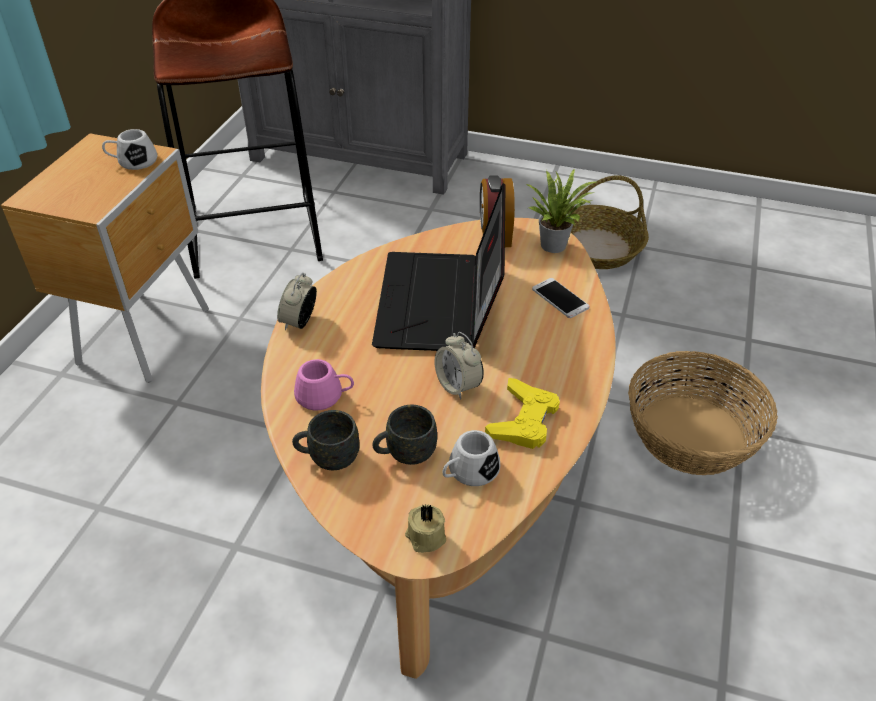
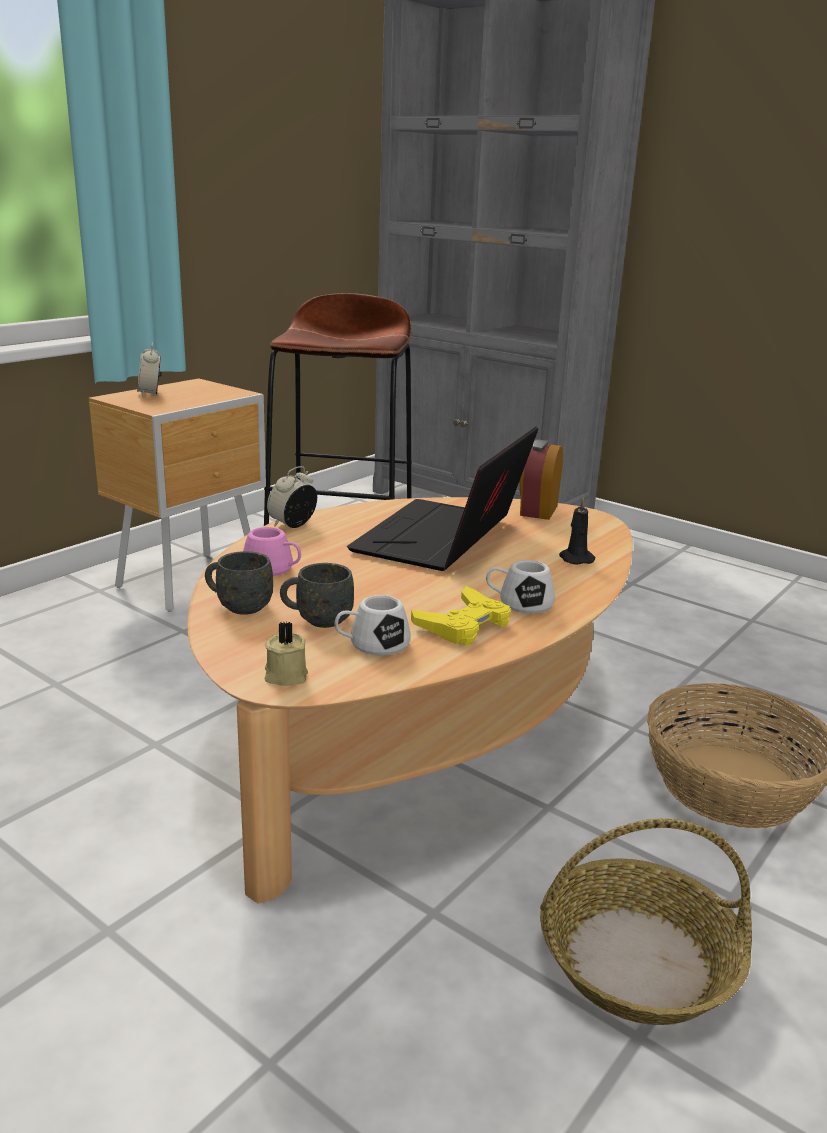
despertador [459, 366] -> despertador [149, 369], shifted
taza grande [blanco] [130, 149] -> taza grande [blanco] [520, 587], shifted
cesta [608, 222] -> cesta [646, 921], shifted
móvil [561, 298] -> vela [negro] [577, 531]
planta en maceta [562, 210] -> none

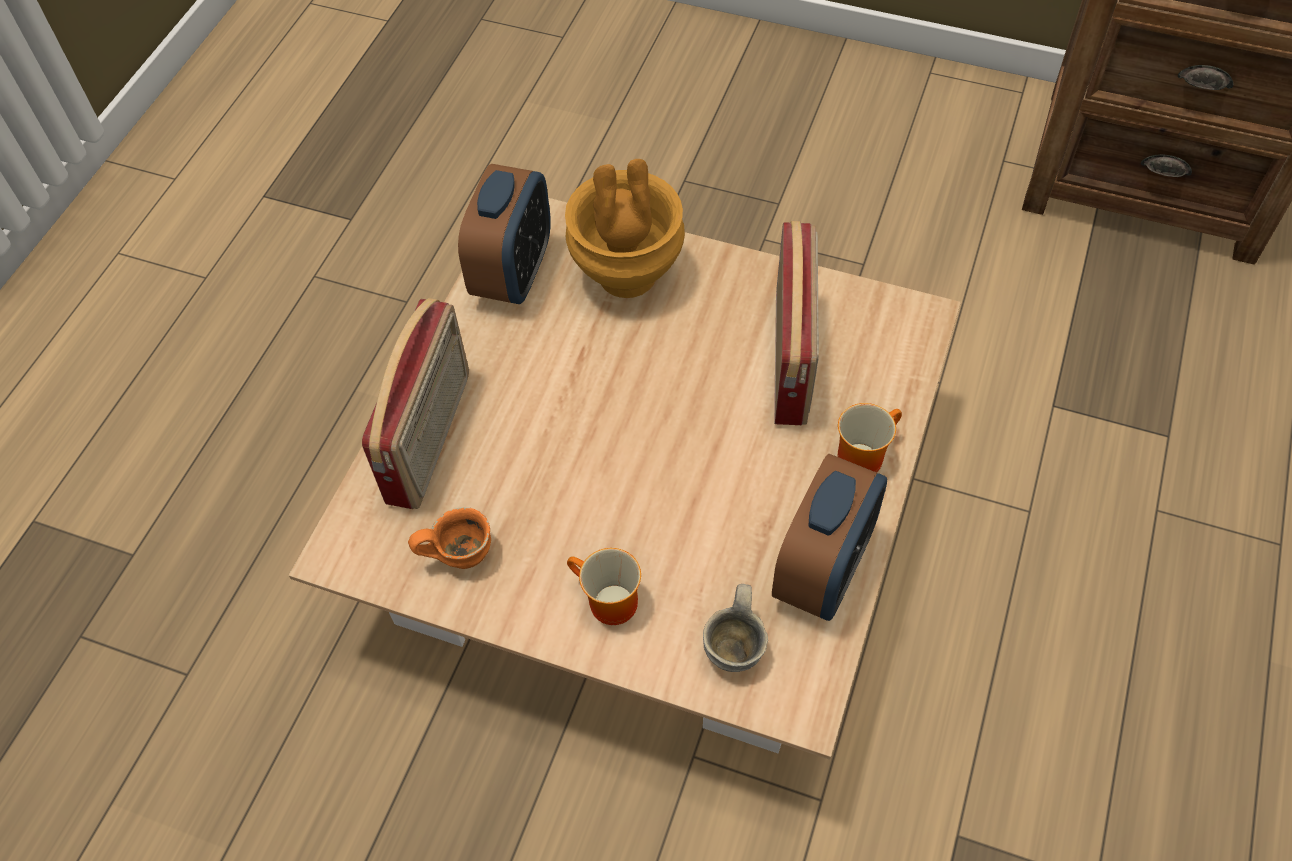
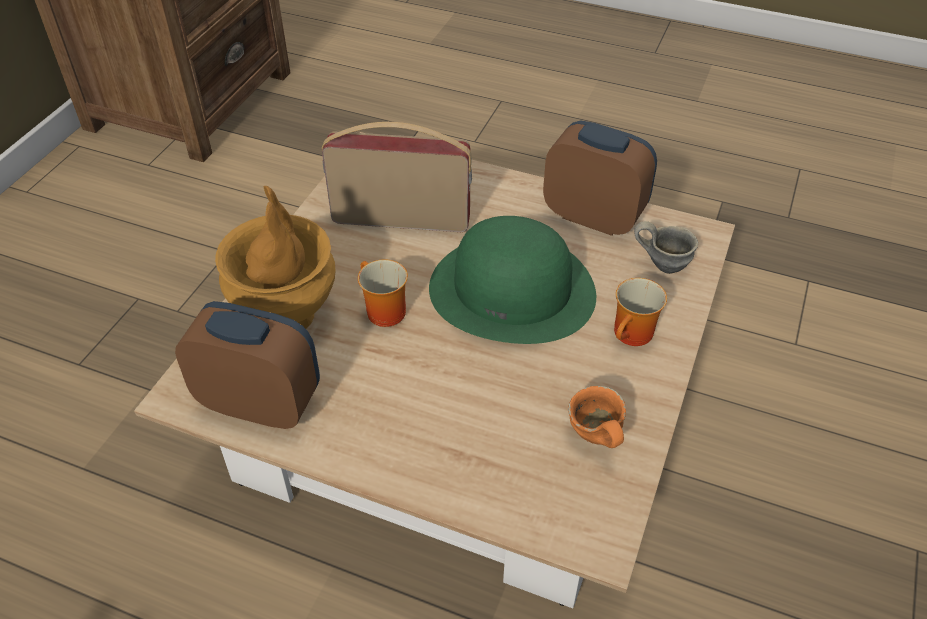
taza grande [869, 437] -> taza grande [383, 293], shifted
none -> sombrero [verde] [512, 280]
radio [415, 403] -> none

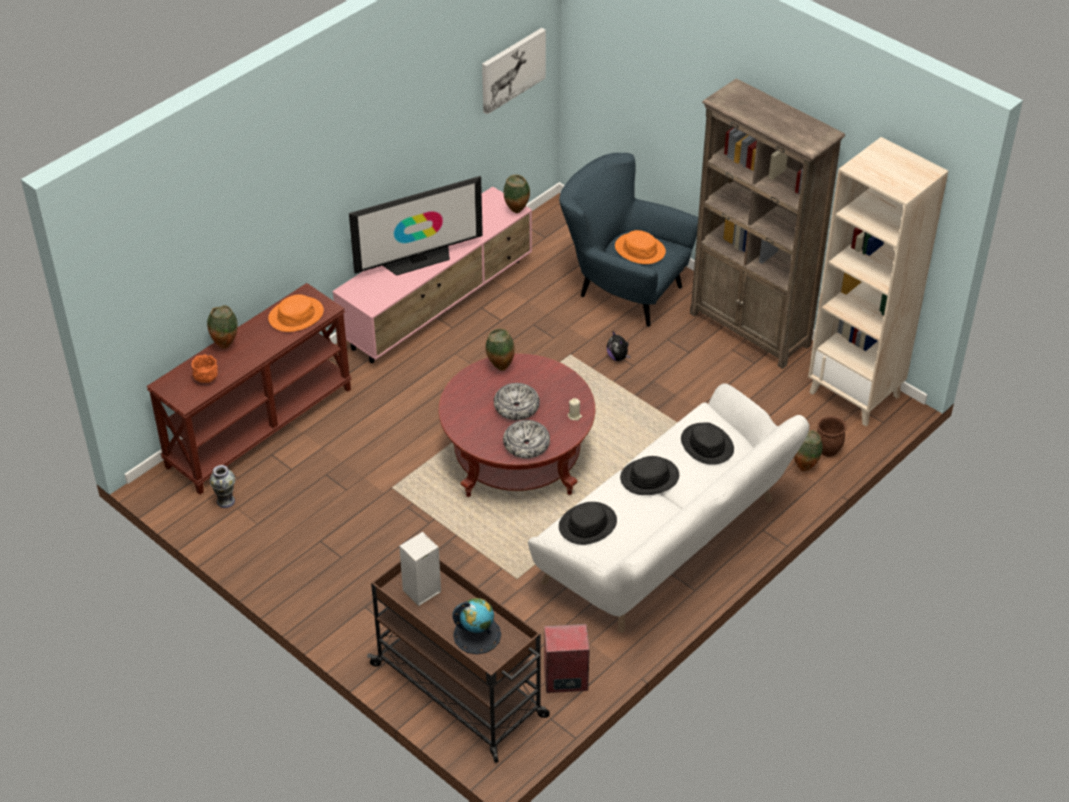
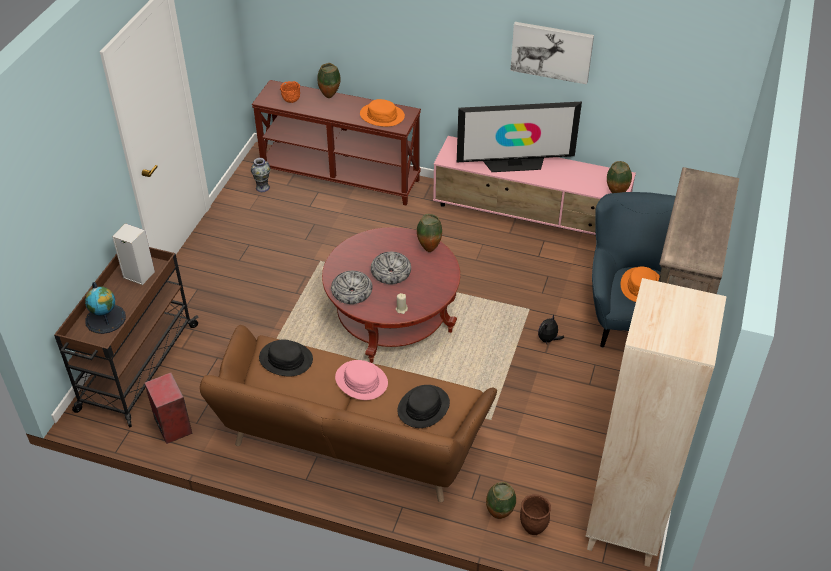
sofá [blanco] [669, 508] -> sofá [marrón] [348, 413]
sombrero [negro] [649, 475] -> sombrero [rosa] [361, 380]
televisor [416, 226] -> televisor [519, 137], 45 degrees counterclockwise
cuadro [514, 71] -> cuadro [552, 53], shifted

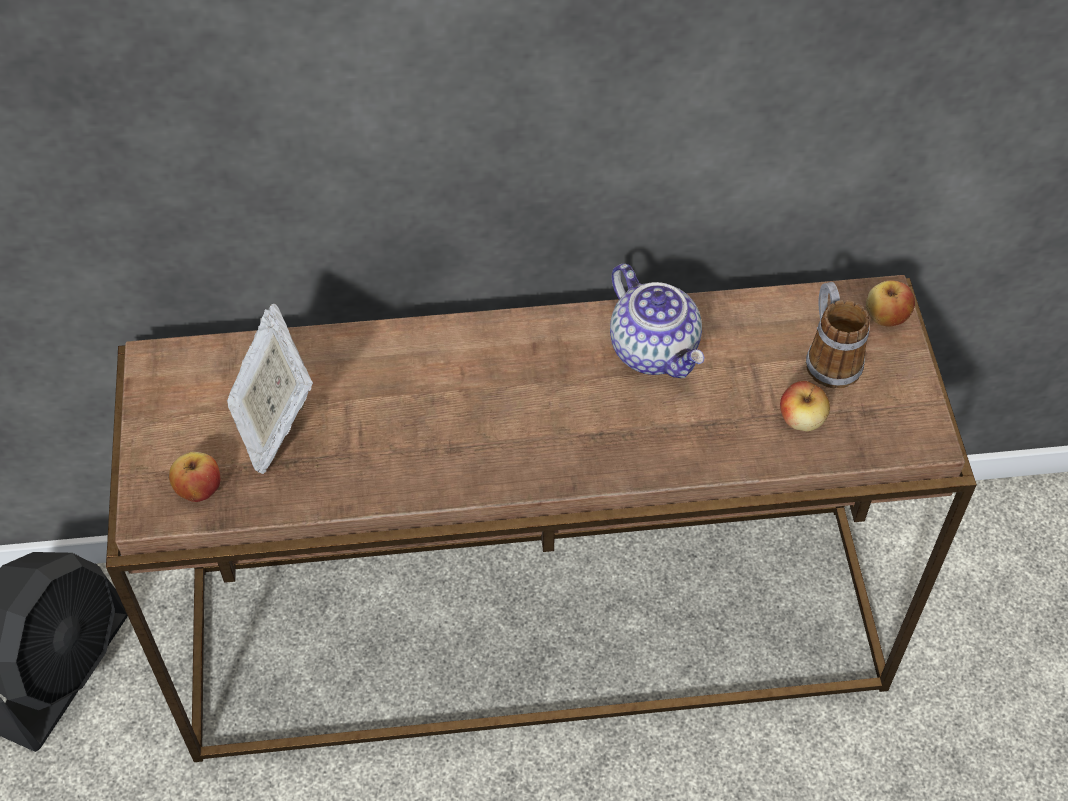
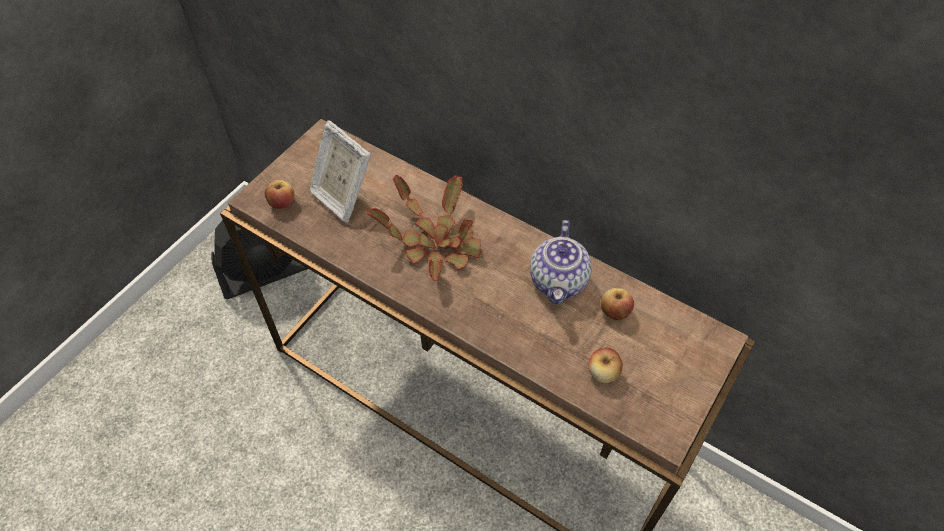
portarretratos [270, 389] -> portarretratos [340, 171], 60 degrees counterclockwise
none -> planta en maceta [423, 228]
manzana [890, 303] -> manzana [617, 304], shifted
taza grande [838, 335] -> none

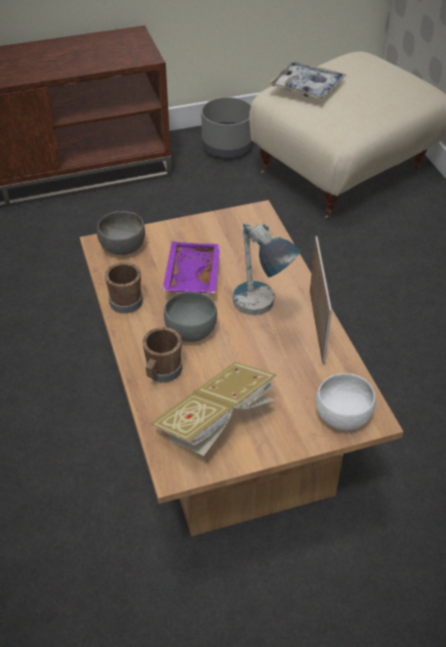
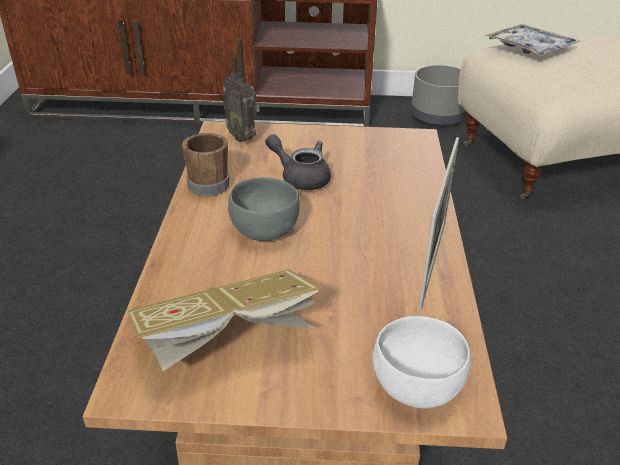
cuenco [gris] [121, 233] -> radio [240, 90]
bandeja [morado] [191, 267] -> tetera [gris] [298, 162]
taza grande [marrón] [162, 354] -> none
lámpara de mesa [267, 269] -> none

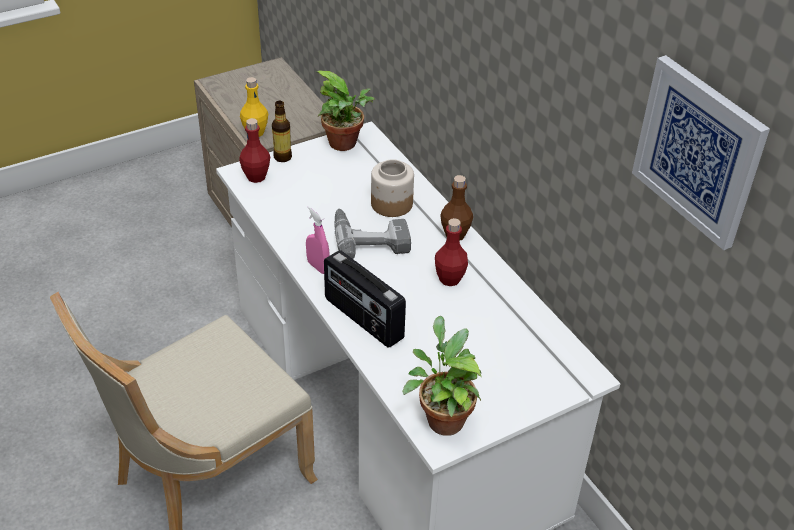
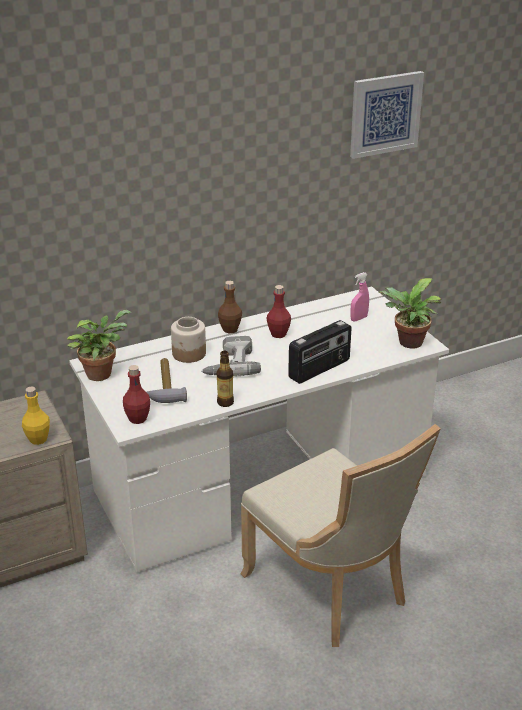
none -> martillo [166, 380]
botella [282, 131] -> botella [225, 379], shifted
pulverizador [rosa] [318, 240] -> pulverizador [rosa] [359, 297], shifted

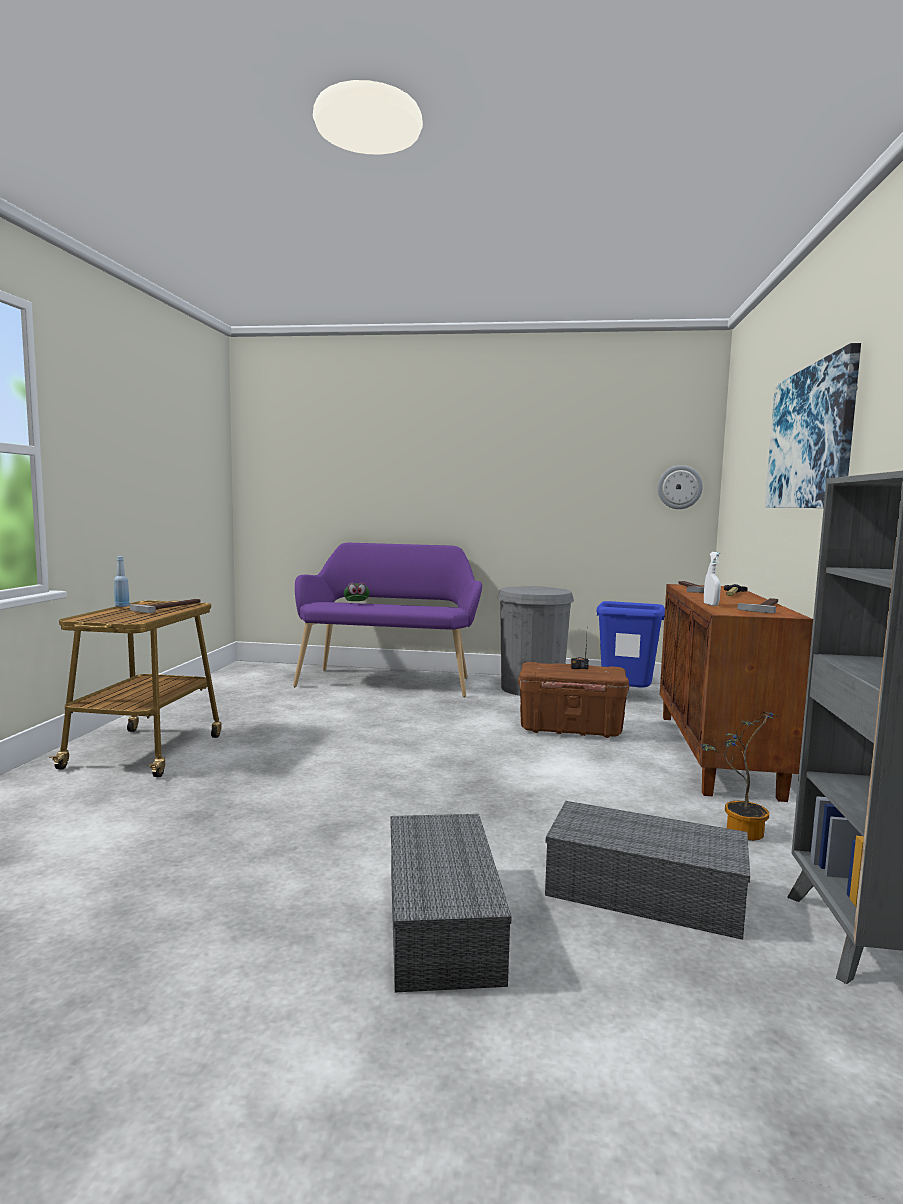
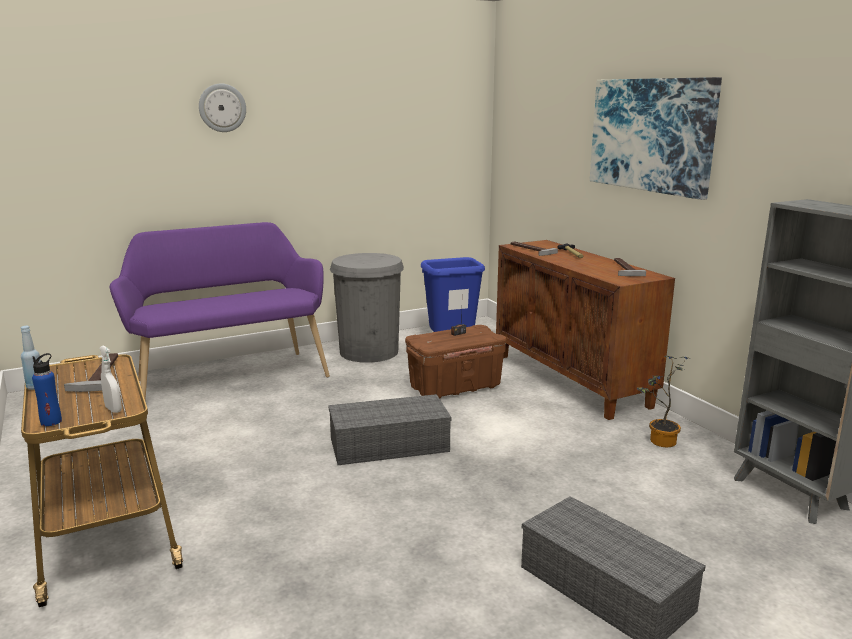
none -> botella [azul] [47, 389]
pulverizador [blanco] [712, 579] -> pulverizador [blanco] [110, 379], shifted
reloj de pared [680, 487] -> reloj de pared [222, 108], shifted
caja de almacenaje [gris] [647, 870] -> caja de almacenaje [gris] [389, 429], shifted
gorra [verde] [356, 592] -> none

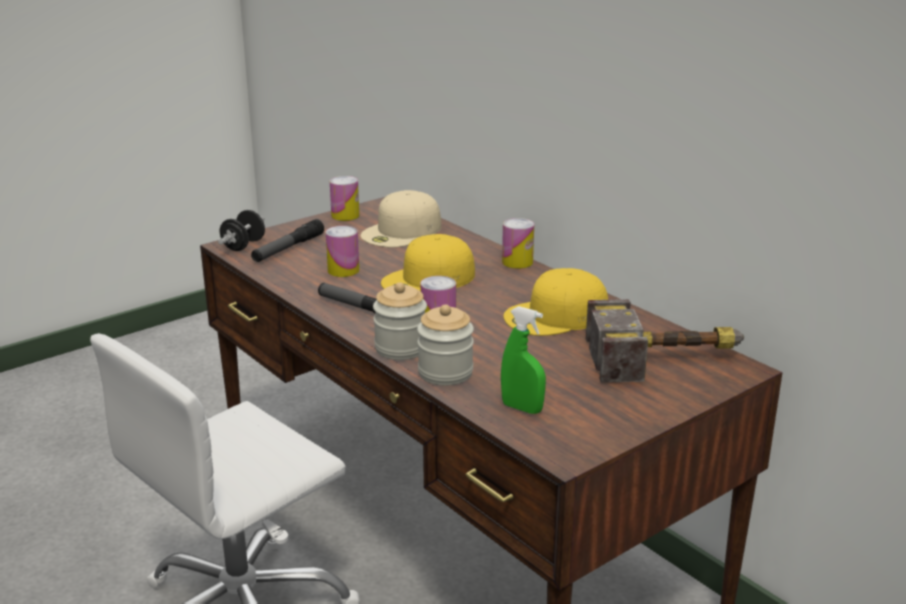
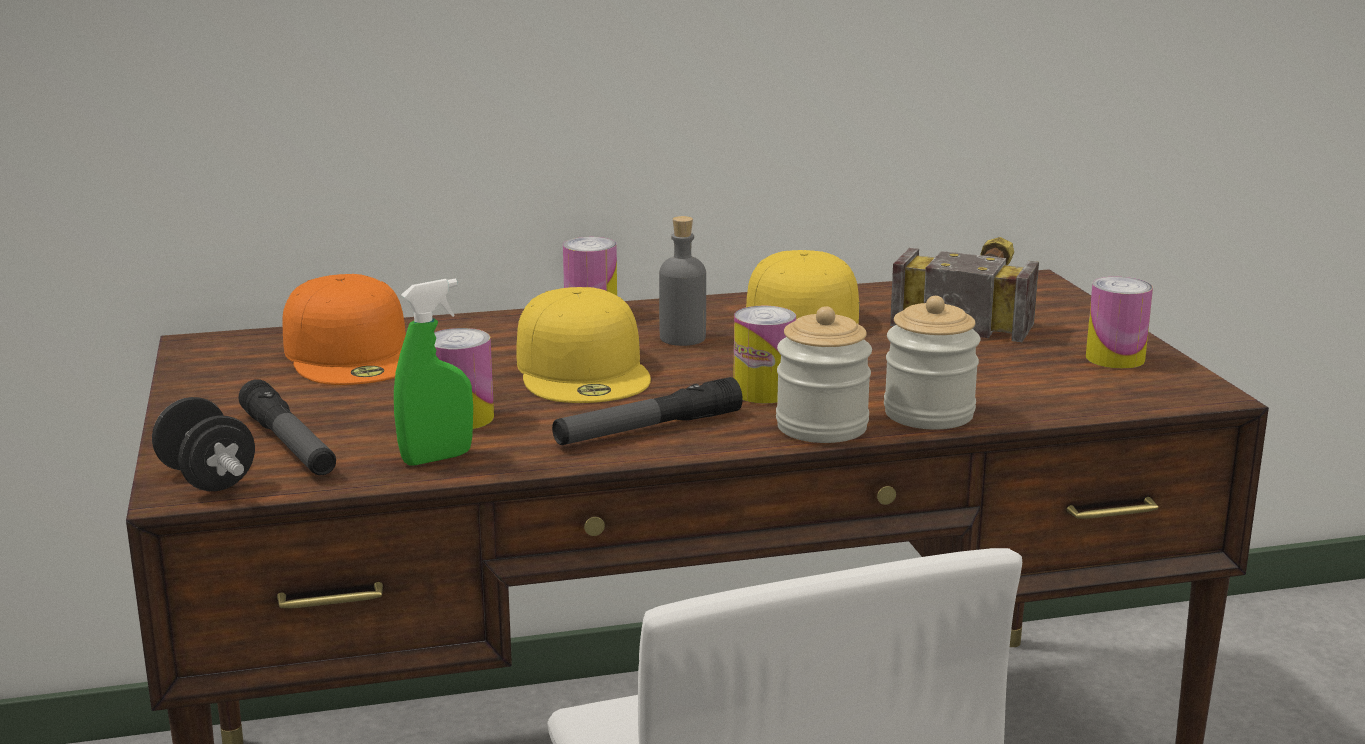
gorra [beis] [400, 219] -> gorra [naranja] [344, 329]
pulverizador [verde] [523, 360] -> pulverizador [verde] [433, 372], shifted
none -> botella [gris] [682, 281]
lata [344, 198] -> lata [1119, 323], shifted

